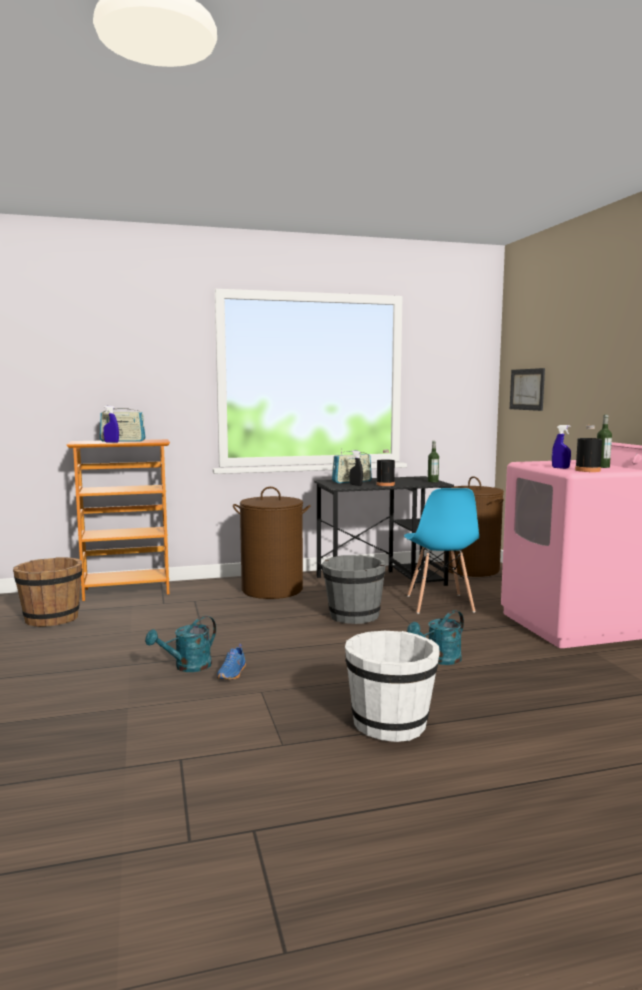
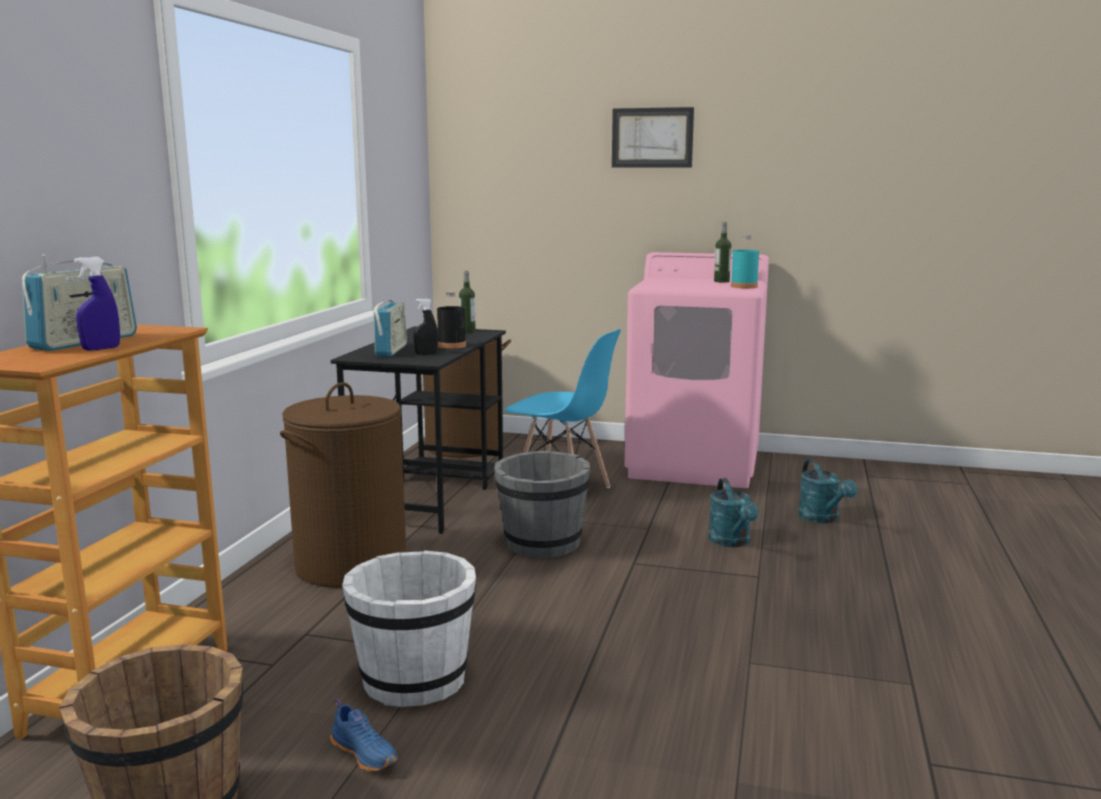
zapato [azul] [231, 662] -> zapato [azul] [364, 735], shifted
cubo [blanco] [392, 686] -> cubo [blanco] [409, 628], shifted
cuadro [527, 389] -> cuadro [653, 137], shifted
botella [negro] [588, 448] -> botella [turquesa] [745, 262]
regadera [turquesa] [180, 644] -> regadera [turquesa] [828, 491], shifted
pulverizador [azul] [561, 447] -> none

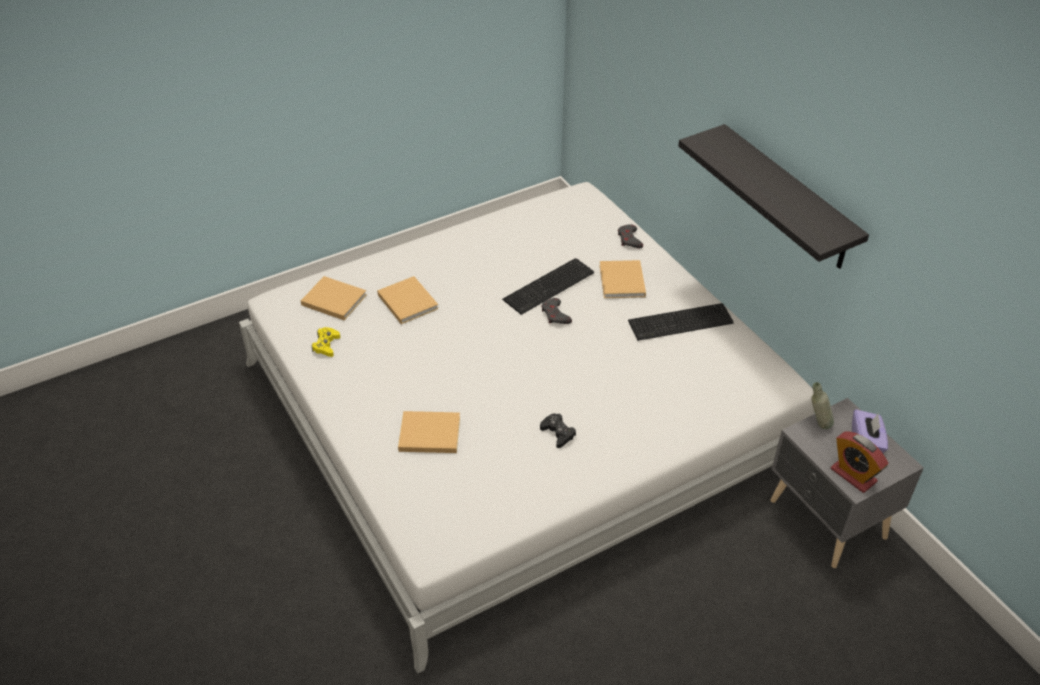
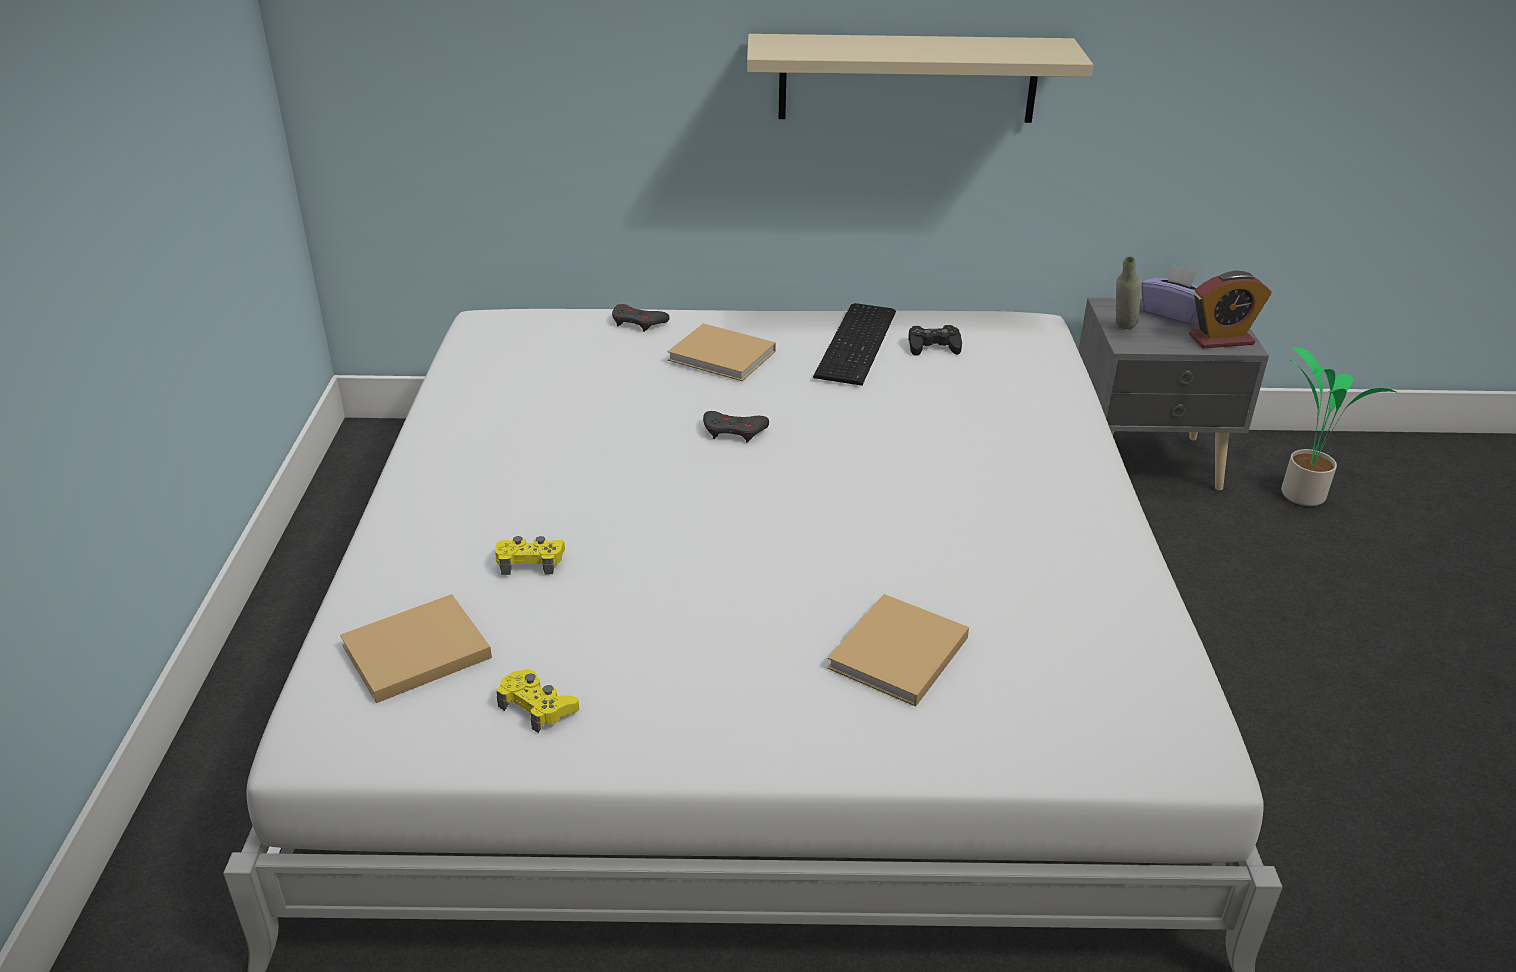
libro [beis] [408, 300] -> mando de consola [amarillo] [530, 555]
estante [negro] [773, 196] -> estante [beis] [920, 78]
mando de consola [negro] [558, 431] -> mando de consola [negro] [935, 340], shifted
none -> planta en maceta [1339, 426]
teclado [548, 286] -> none

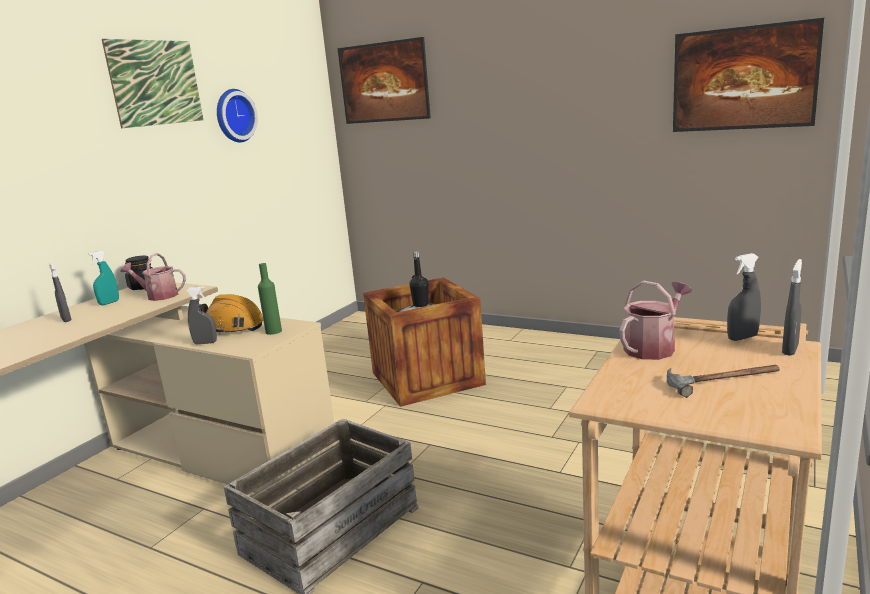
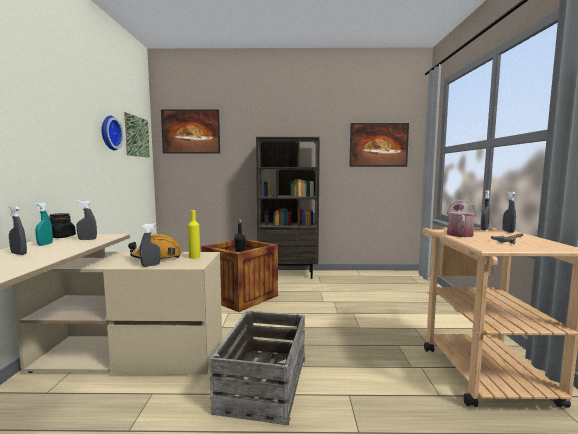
regadera [153, 277] -> pulverizador [gris] [86, 220]
cuadro [152, 83] -> cuadro [137, 135], shifted
botella [verde] [270, 299] -> botella [amarillo] [194, 234]
none -> estantería [marrón] [288, 208]

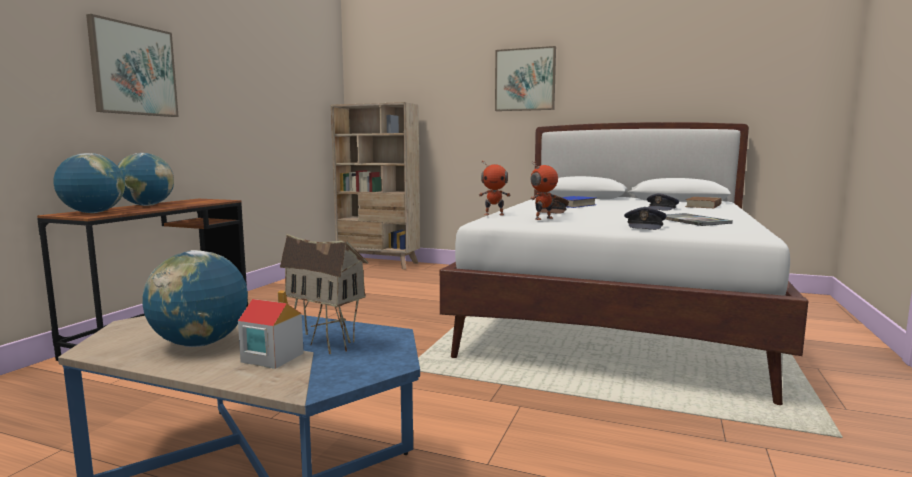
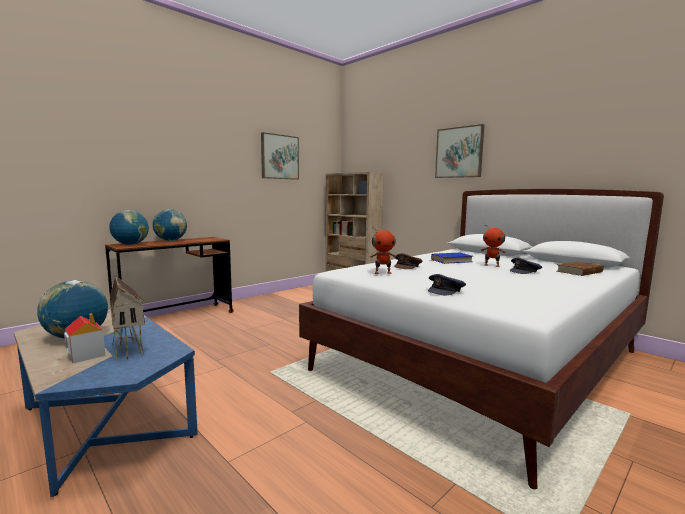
cuadro [132, 65] -> cuadro [280, 156], shifted
robot de juguete [494, 187] -> robot de juguete [493, 245], shifted
libro [699, 219] -> none

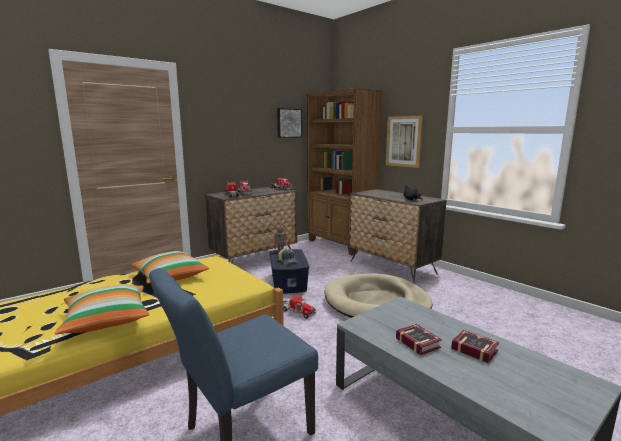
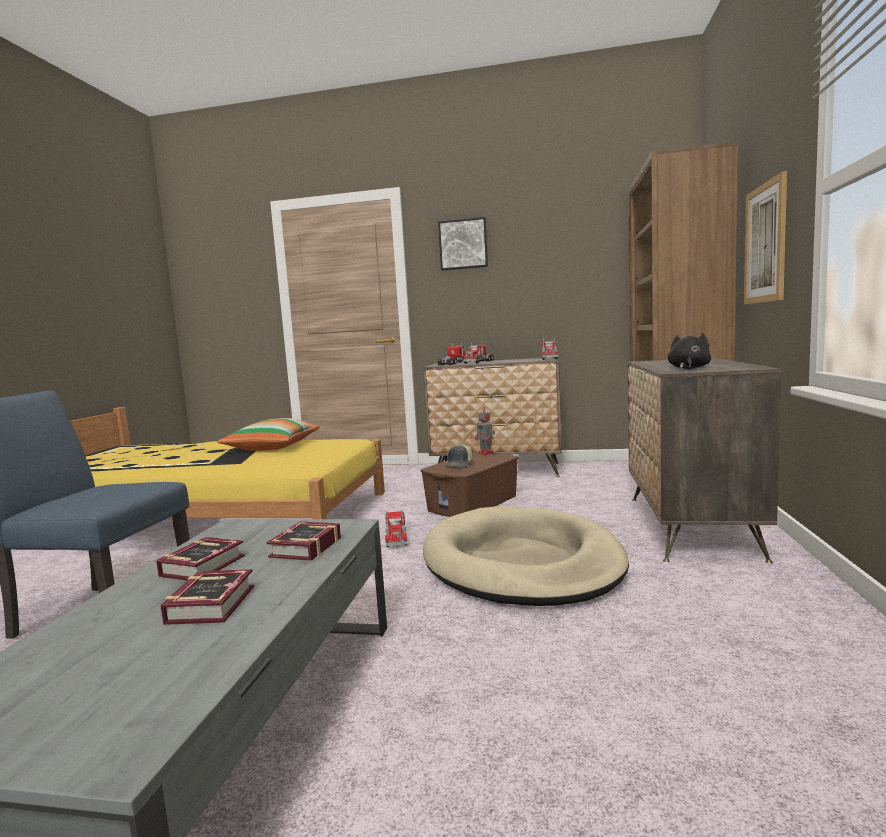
none -> libro [303, 541]
caja de almacenaje [azul] [289, 271] -> caja de almacenaje [marrón] [469, 484]
cuadro [289, 123] -> cuadro [463, 244], shifted
cojín [102, 309] -> none

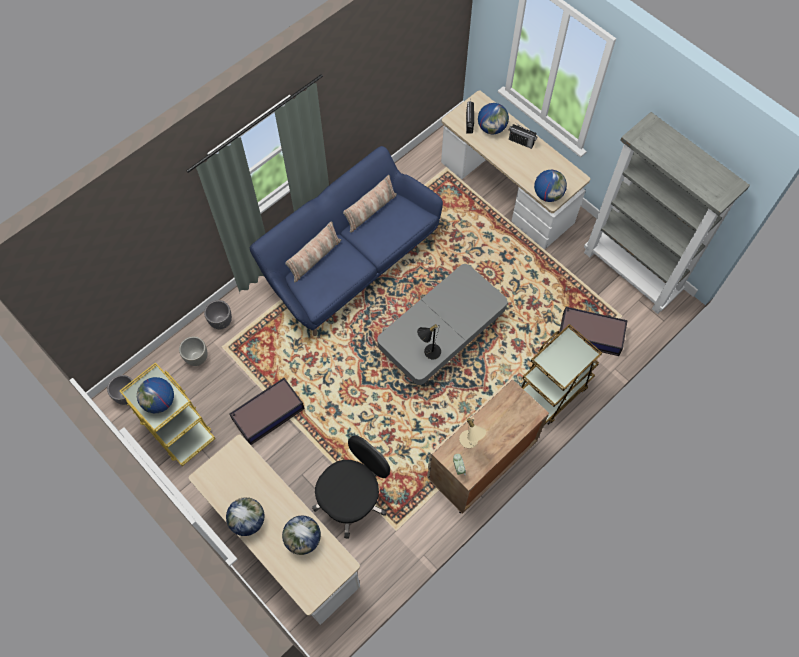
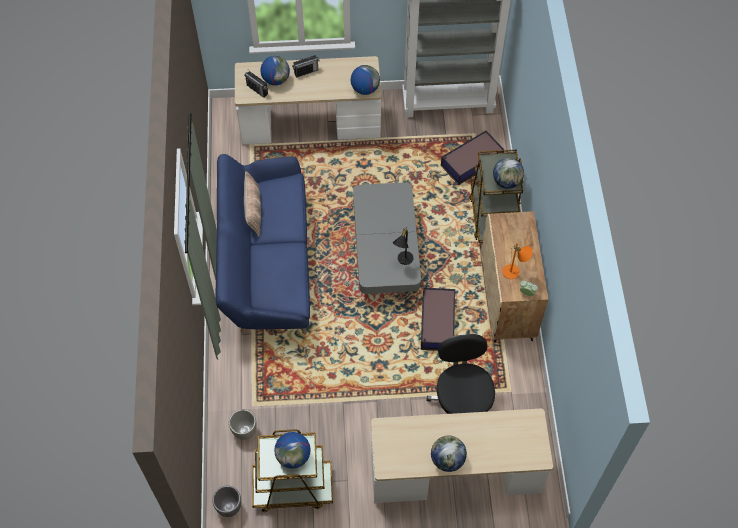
carrito [amarillo] [167, 414] -> carrito [marrón] [292, 470]
caja de almacenaje [267, 411] -> caja de almacenaje [438, 319], shifted
globo terráqueo [301, 535] -> globo terráqueo [508, 173], shifted
lámpara de mesa [beis] [472, 432] -> lámpara de mesa [naranja] [517, 261]
maceta [gris] [218, 314] -> none
cojín [313, 252] -> none

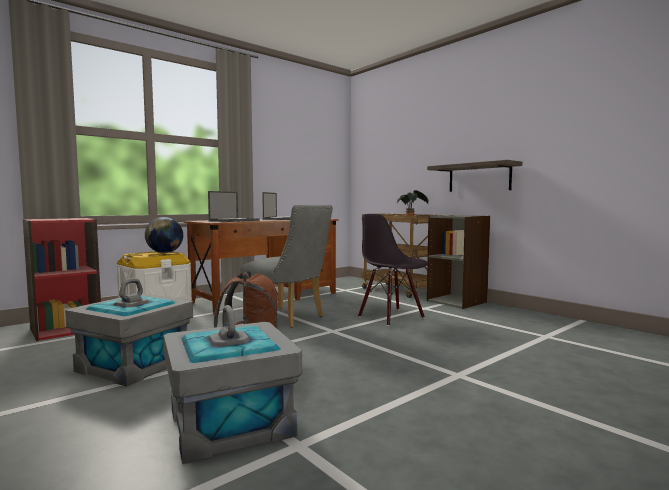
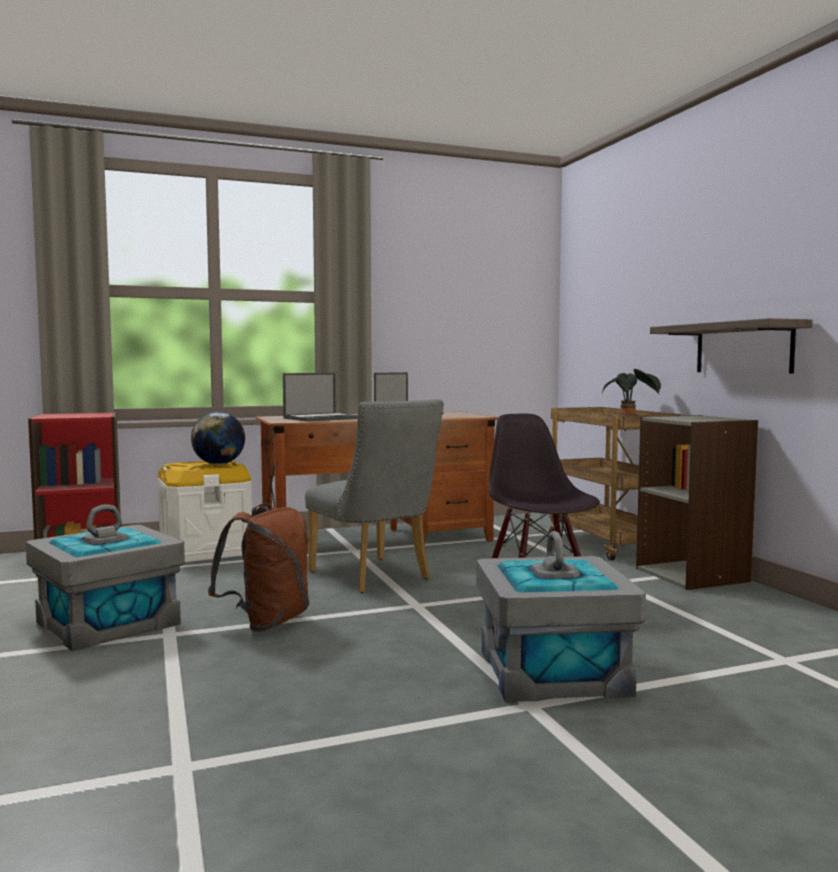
caja de almacenaje [gris] [233, 384] -> caja de almacenaje [gris] [561, 616], shifted

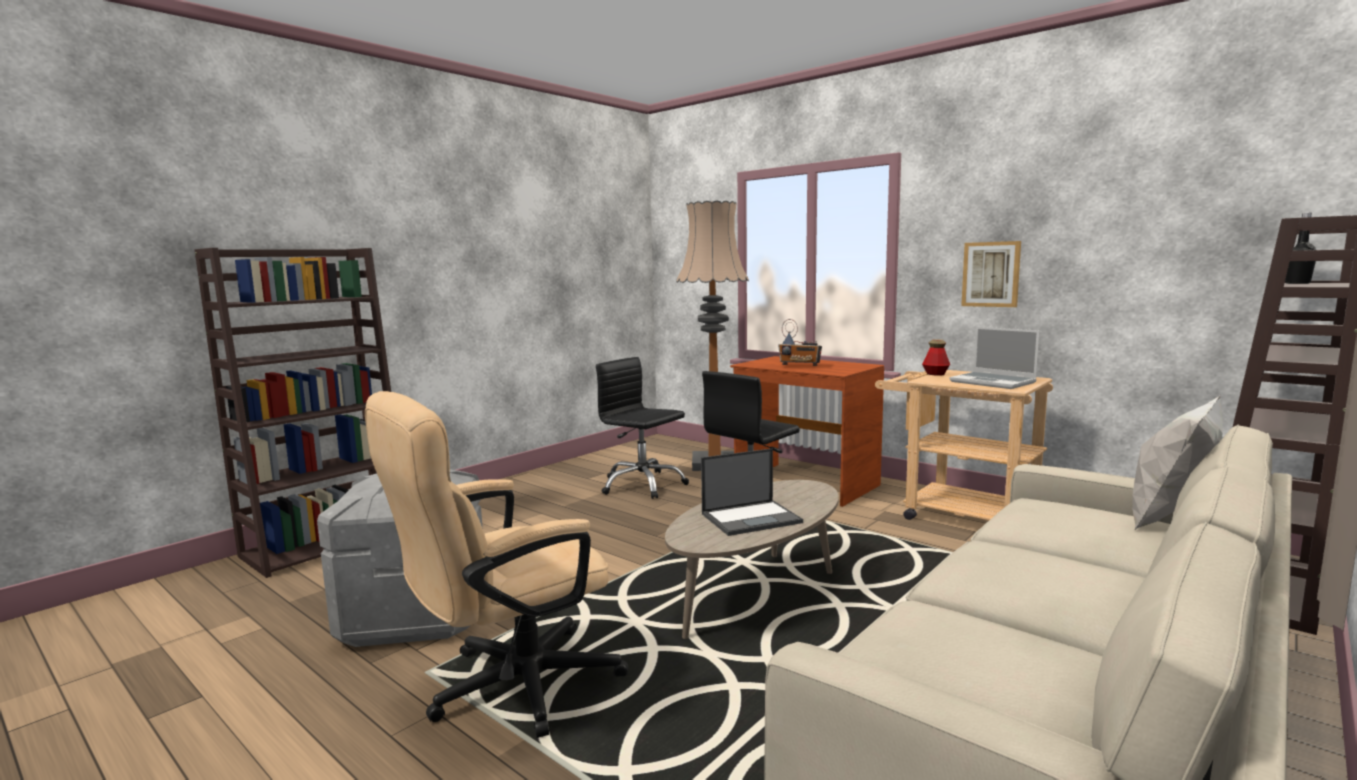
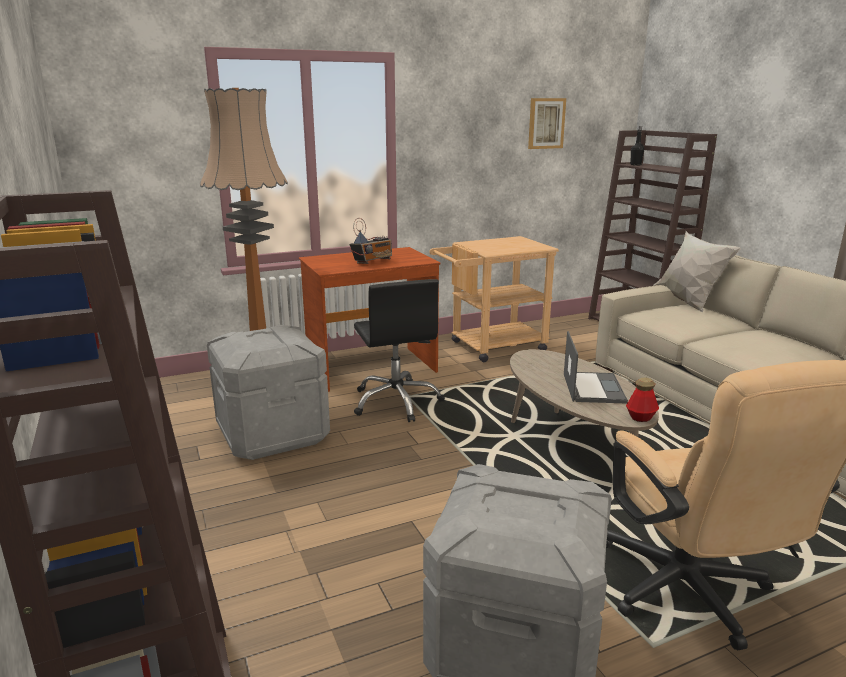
silla de oficina [negro] [642, 428] -> caja de almacenaje [gris] [268, 392]
cuadro [991, 274] -> cuadro [547, 123], shifted
botella [936, 357] -> botella [642, 400], shifted
portátil [994, 358] -> none

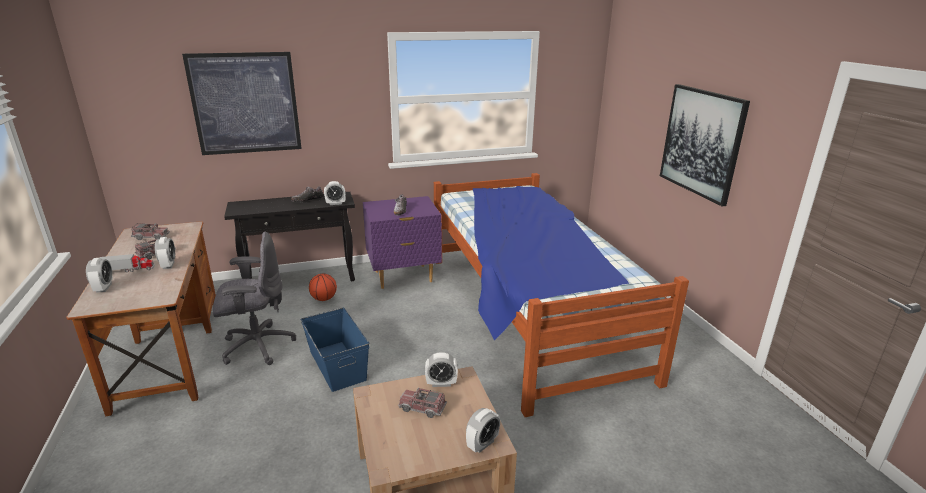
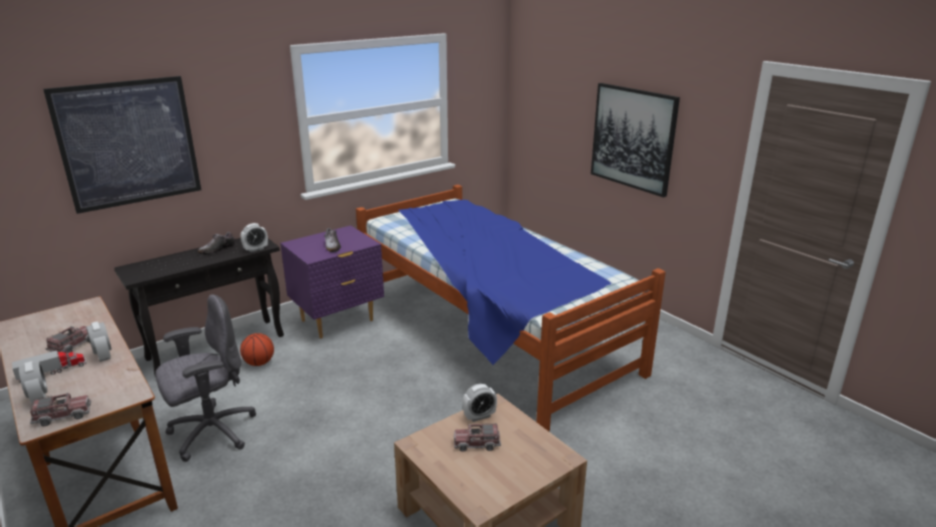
camión de juguete [150, 231] -> camión de juguete [60, 410], shifted
caja de almacenaje [azul] [335, 350] -> none
despertador [483, 430] -> none

